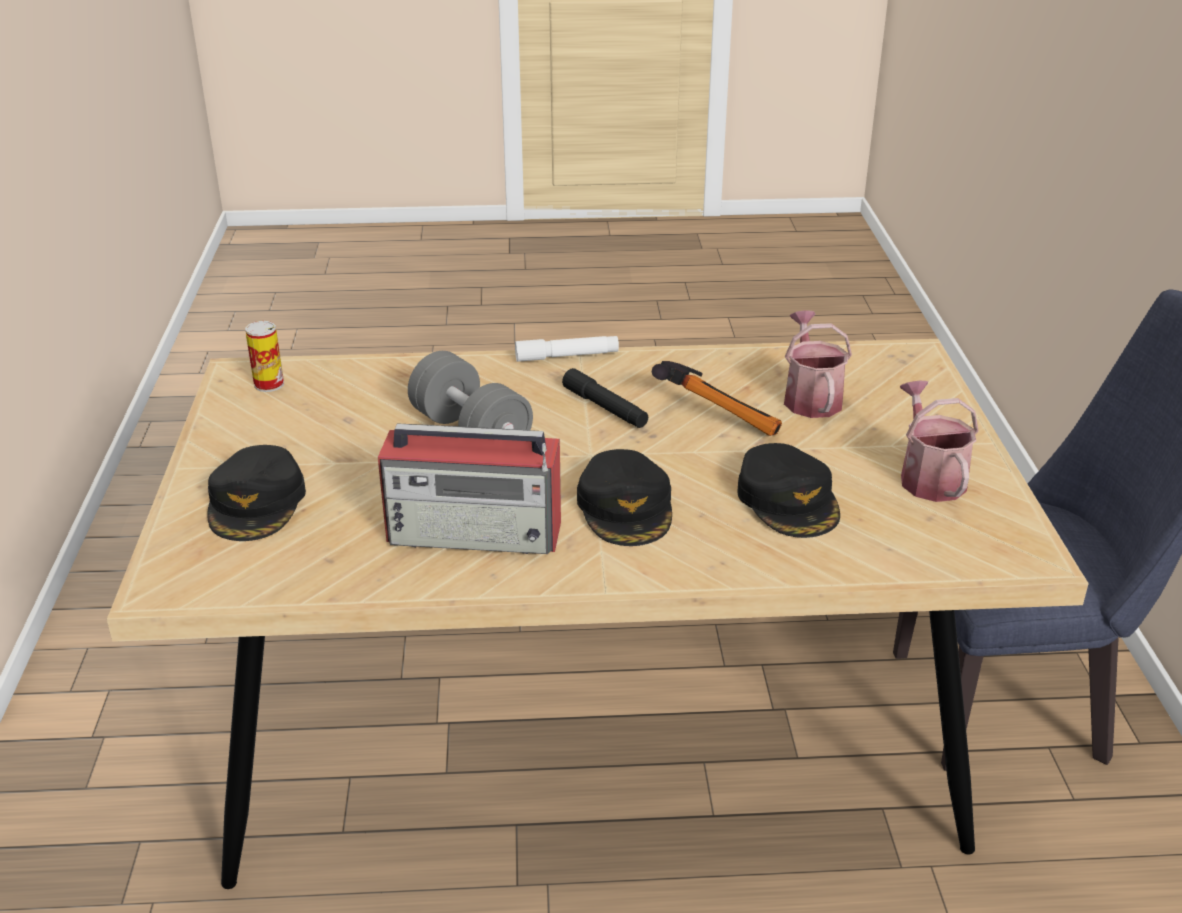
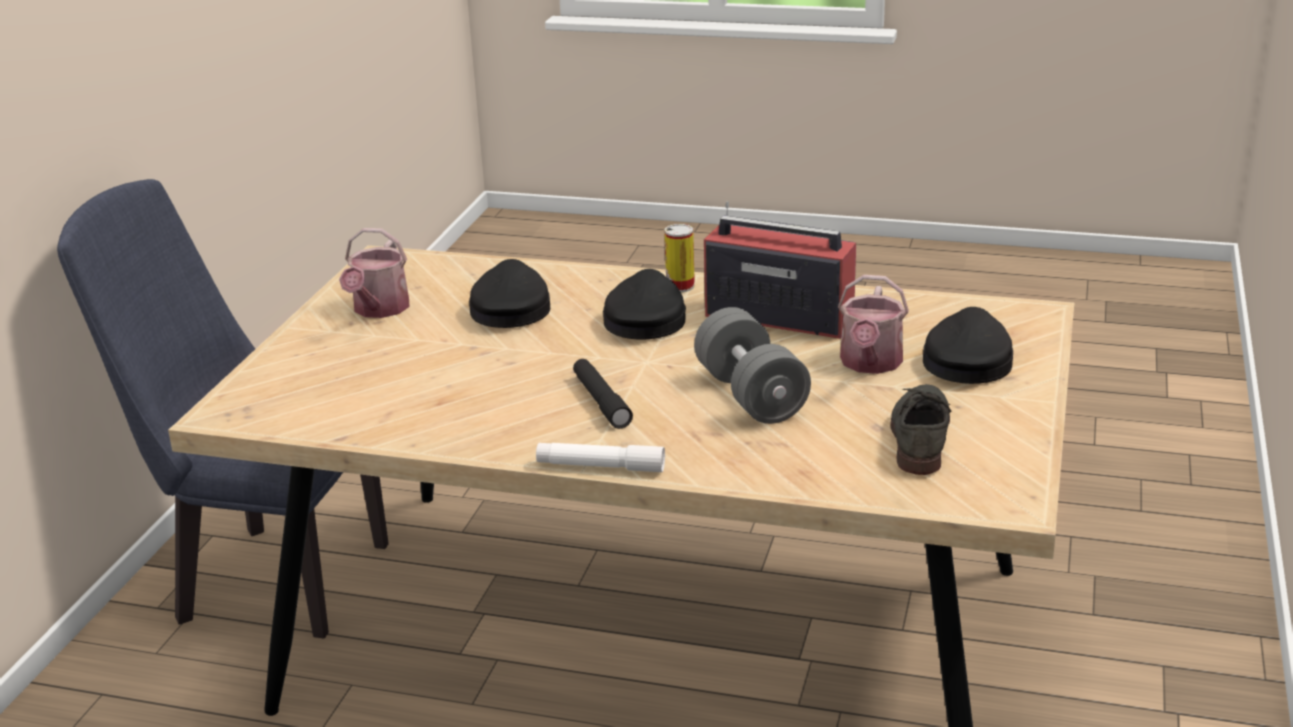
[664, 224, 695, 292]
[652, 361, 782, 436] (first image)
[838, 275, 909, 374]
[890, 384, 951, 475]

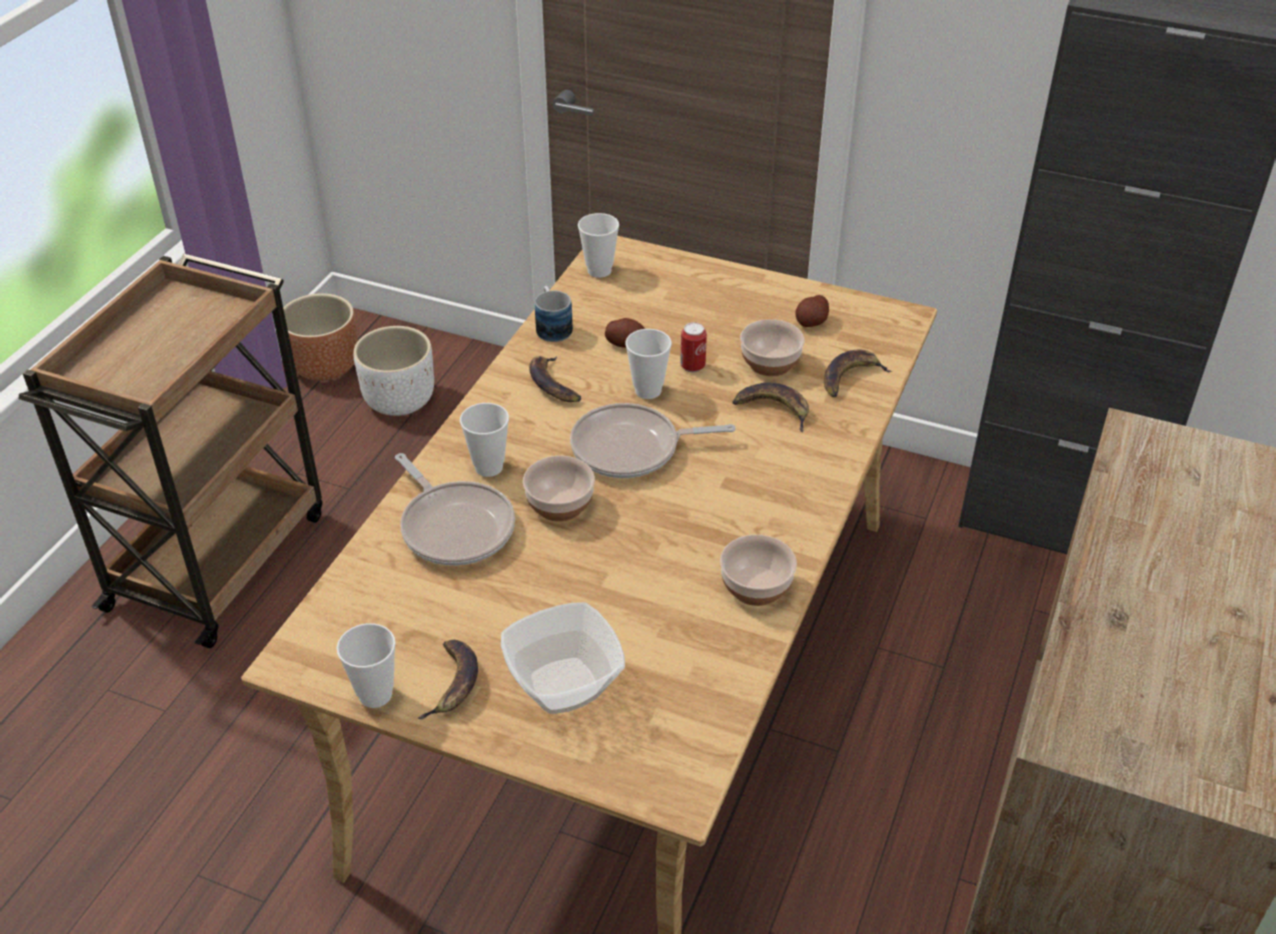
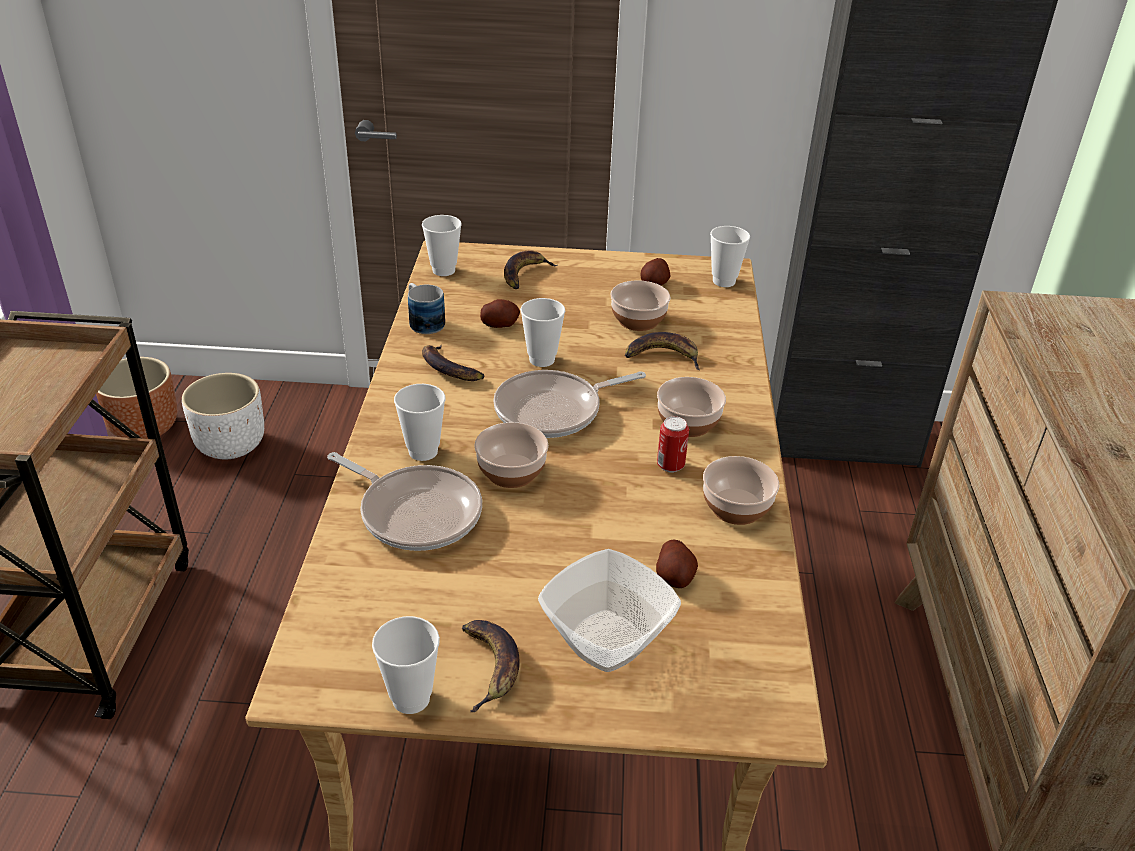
[657, 416, 689, 473]
[504, 251, 557, 289]
[656, 540, 698, 588]
[657, 377, 726, 437]
[710, 226, 750, 287]

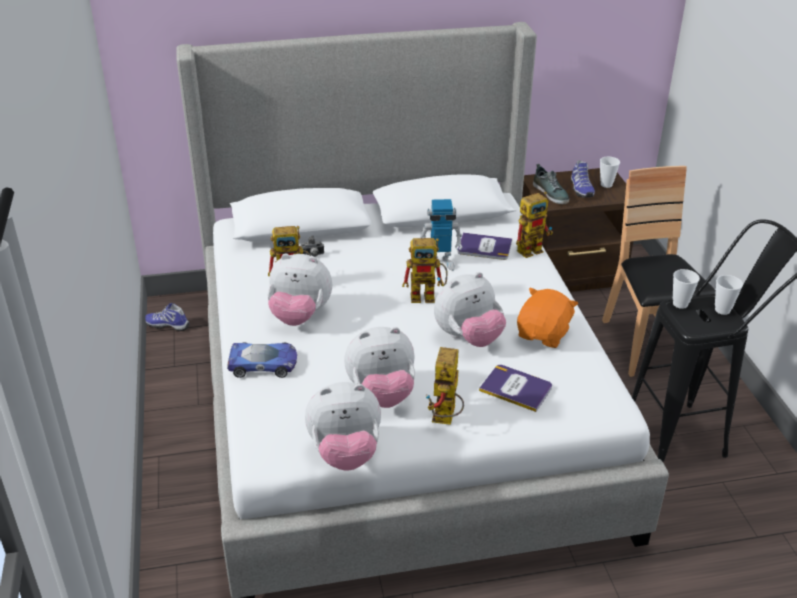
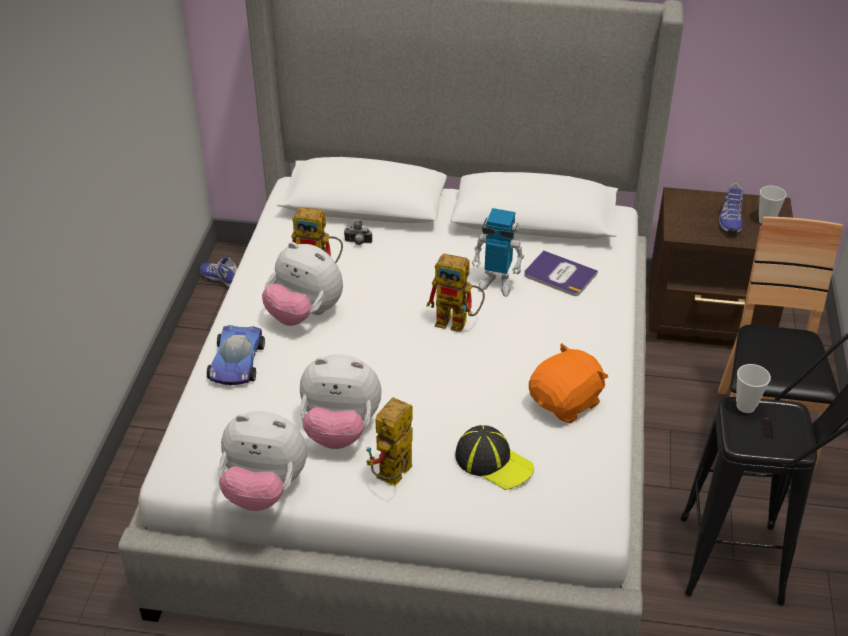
[207, 325, 265, 385]
[434, 272, 506, 347] (first image)
[455, 425, 534, 490]
[516, 192, 553, 258] (first image)
[533, 164, 569, 204] (first image)
[715, 275, 743, 315] (first image)

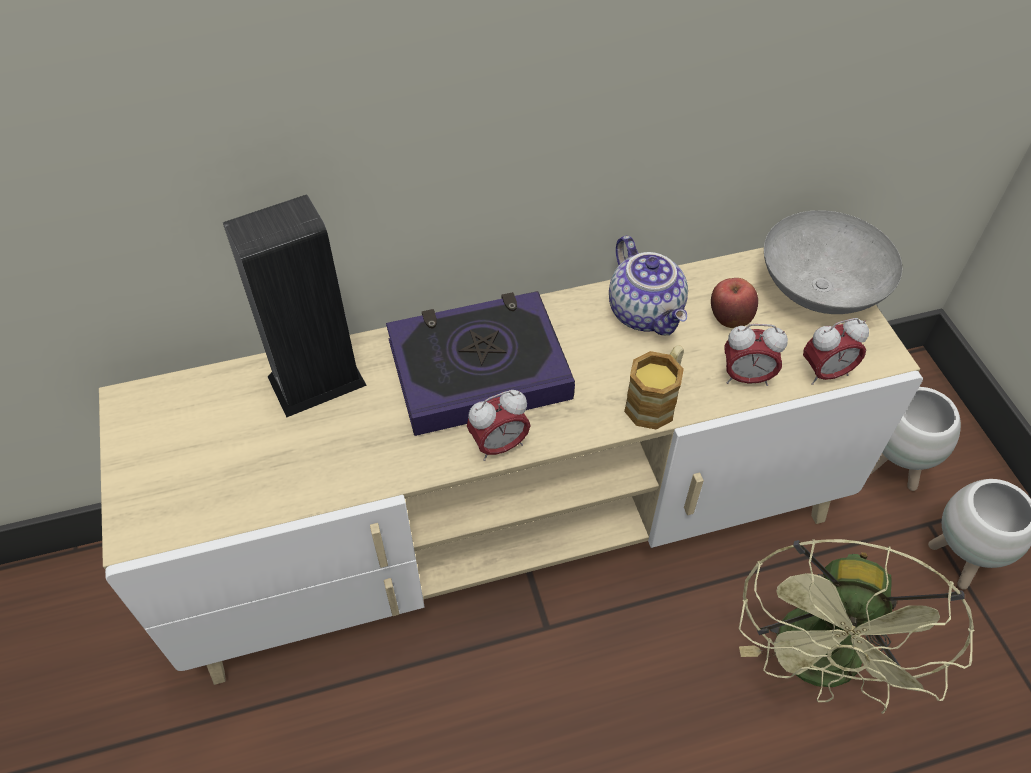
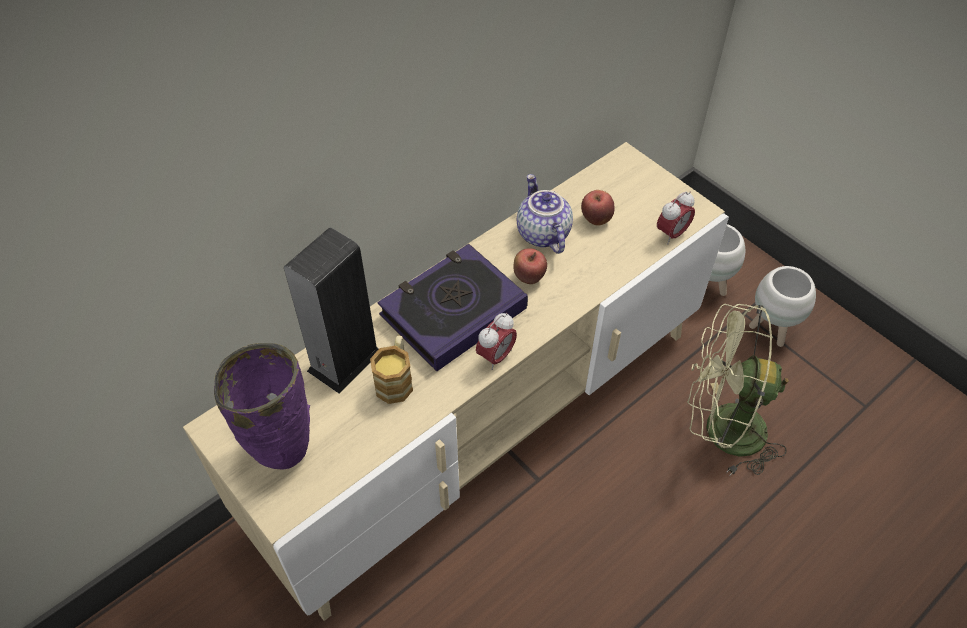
[516, 174, 573, 254]
[370, 336, 413, 404]
[724, 324, 788, 386] (first image)
[687, 304, 789, 476]
[764, 210, 902, 314] (first image)
[214, 343, 310, 470]
[513, 248, 547, 284]

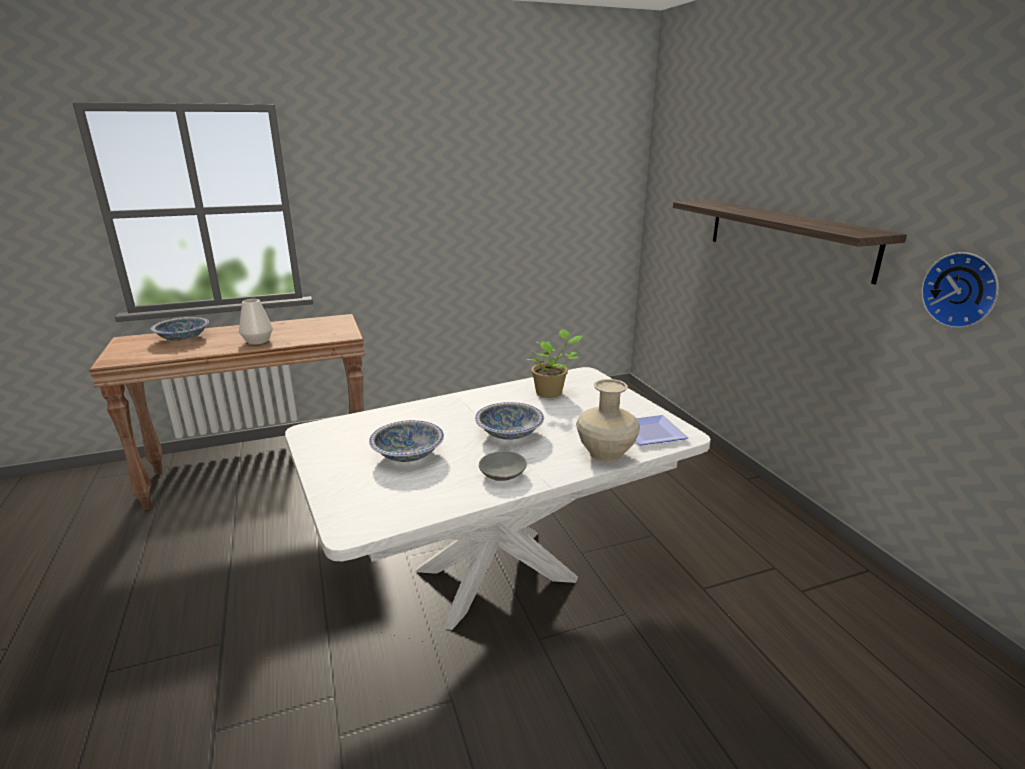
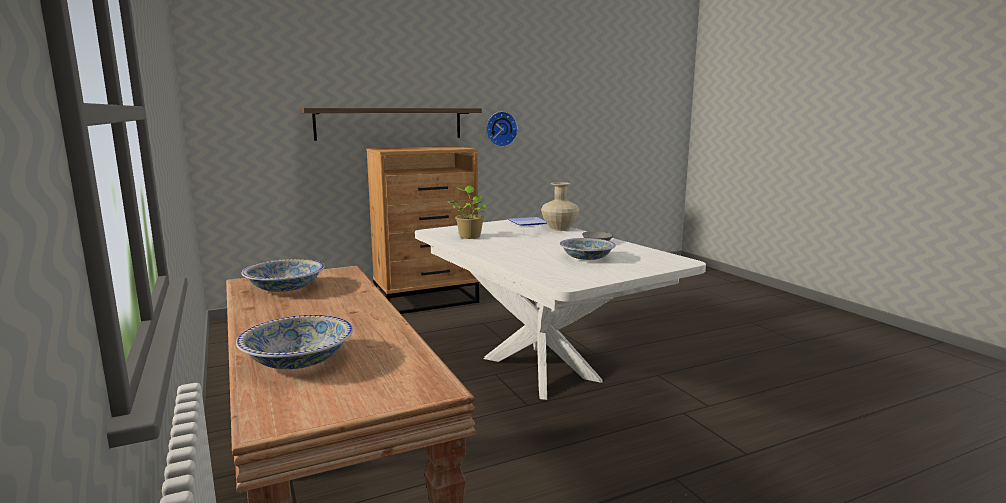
[239, 299, 273, 345] (first image)
[241, 259, 325, 292]
[366, 146, 479, 314]

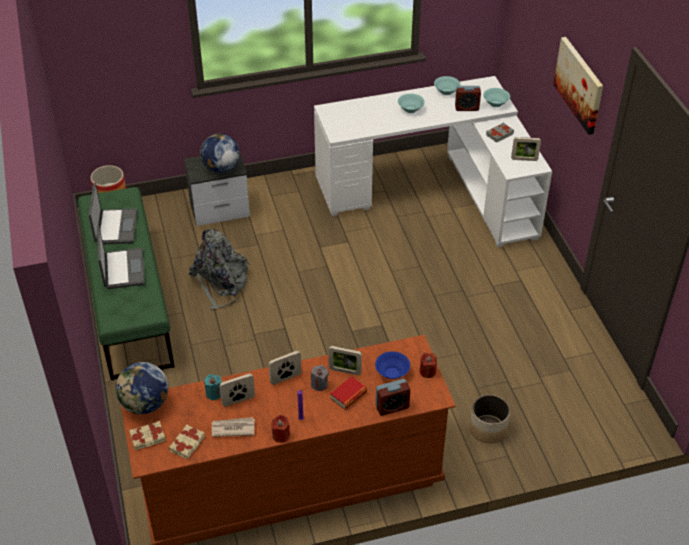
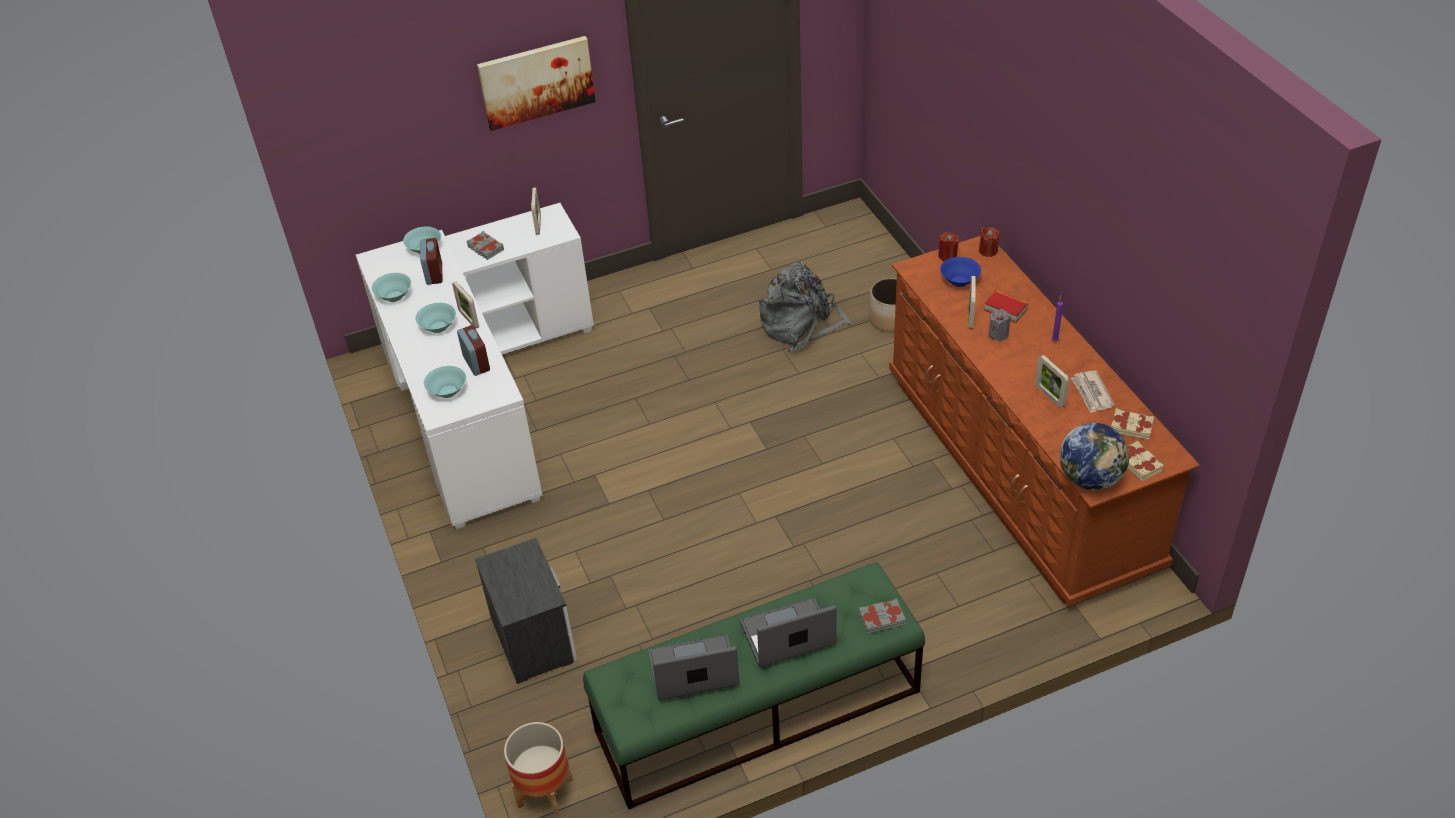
[759, 262, 852, 352]
[200, 134, 240, 173] (first image)
[204, 374, 222, 400] (first image)
[452, 282, 479, 329]
[979, 227, 999, 257]
[457, 325, 490, 376]
[424, 366, 466, 398]
[859, 599, 906, 634]

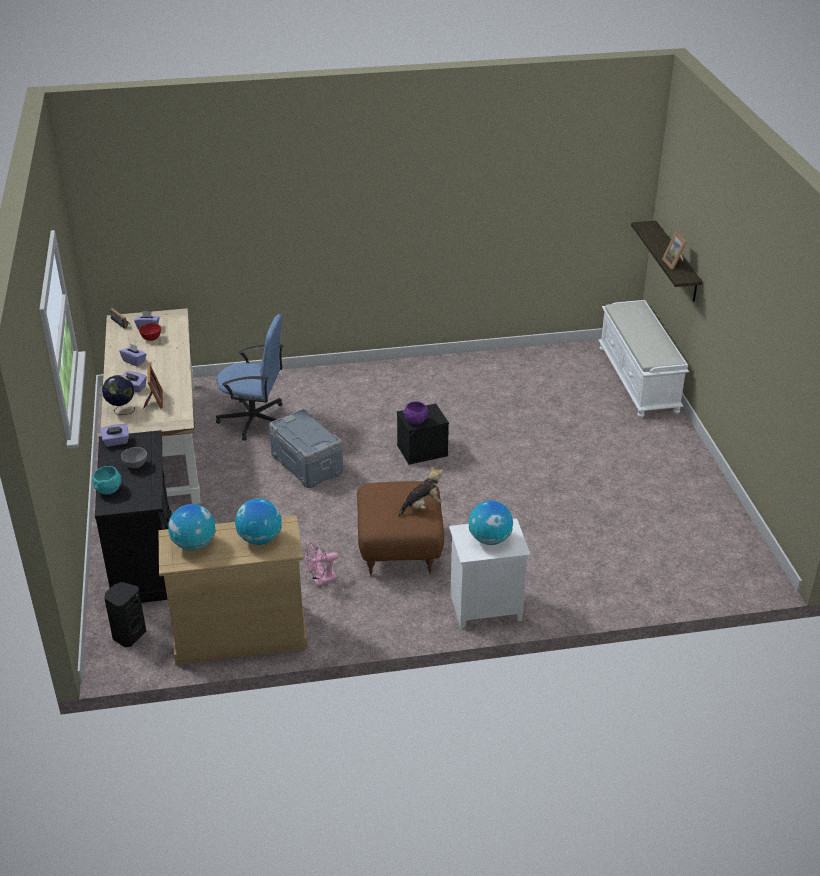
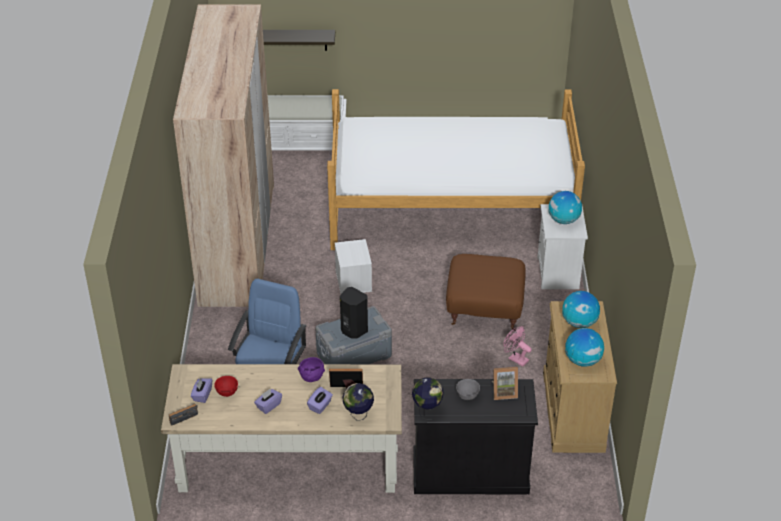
[92, 466, 121, 495] (first image)
[412, 377, 444, 420]
[340, 287, 368, 339]
[503, 326, 532, 367]
[335, 239, 372, 294]
[398, 466, 443, 517] (first image)
[298, 357, 325, 382]
[492, 367, 518, 400]
[173, 5, 274, 307]
[327, 89, 585, 250]

